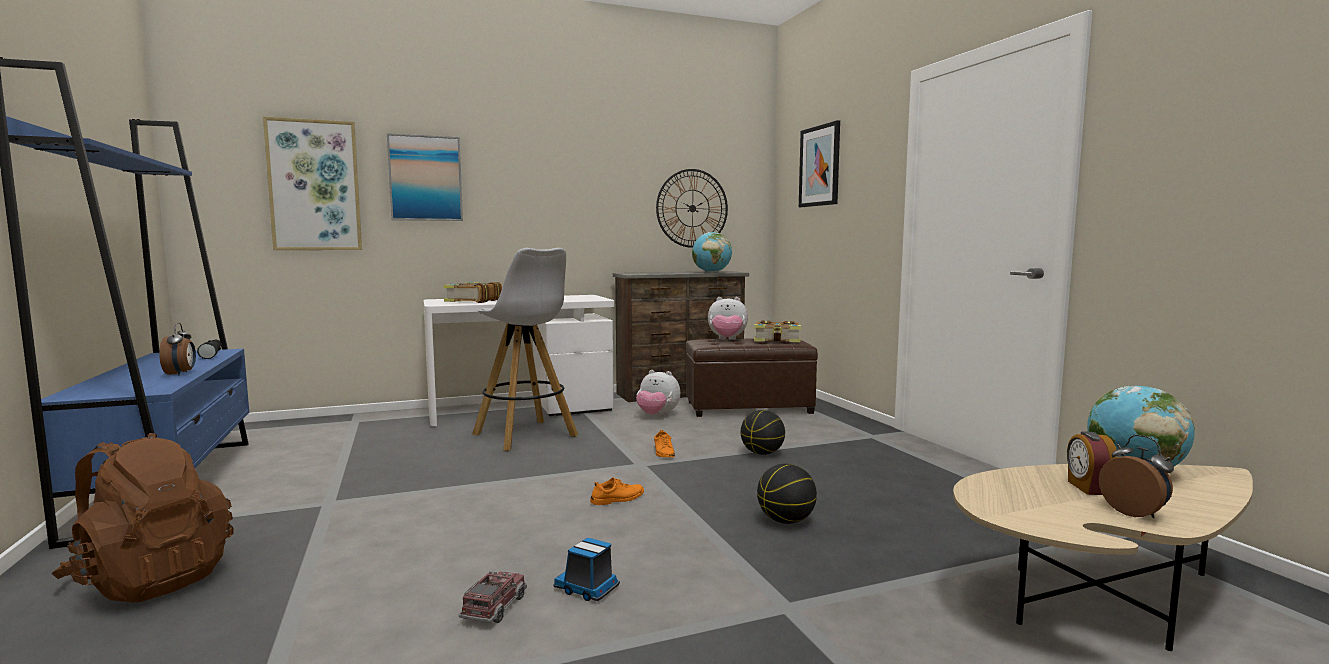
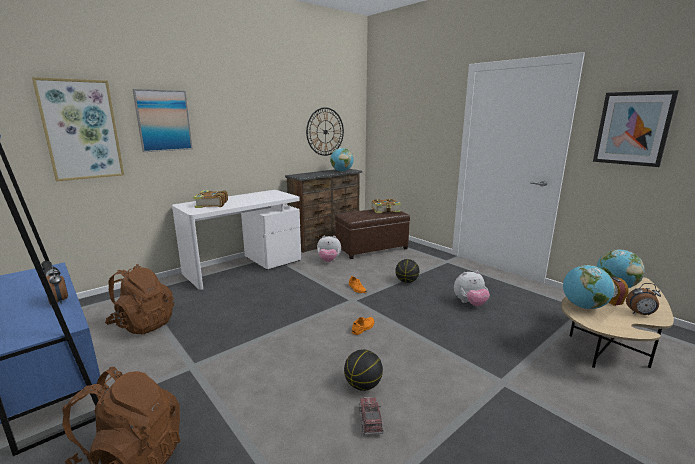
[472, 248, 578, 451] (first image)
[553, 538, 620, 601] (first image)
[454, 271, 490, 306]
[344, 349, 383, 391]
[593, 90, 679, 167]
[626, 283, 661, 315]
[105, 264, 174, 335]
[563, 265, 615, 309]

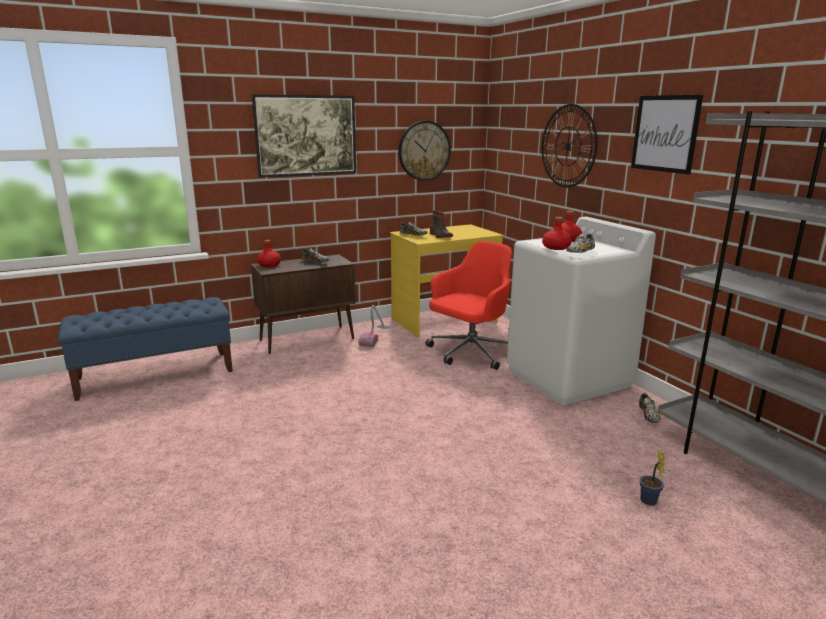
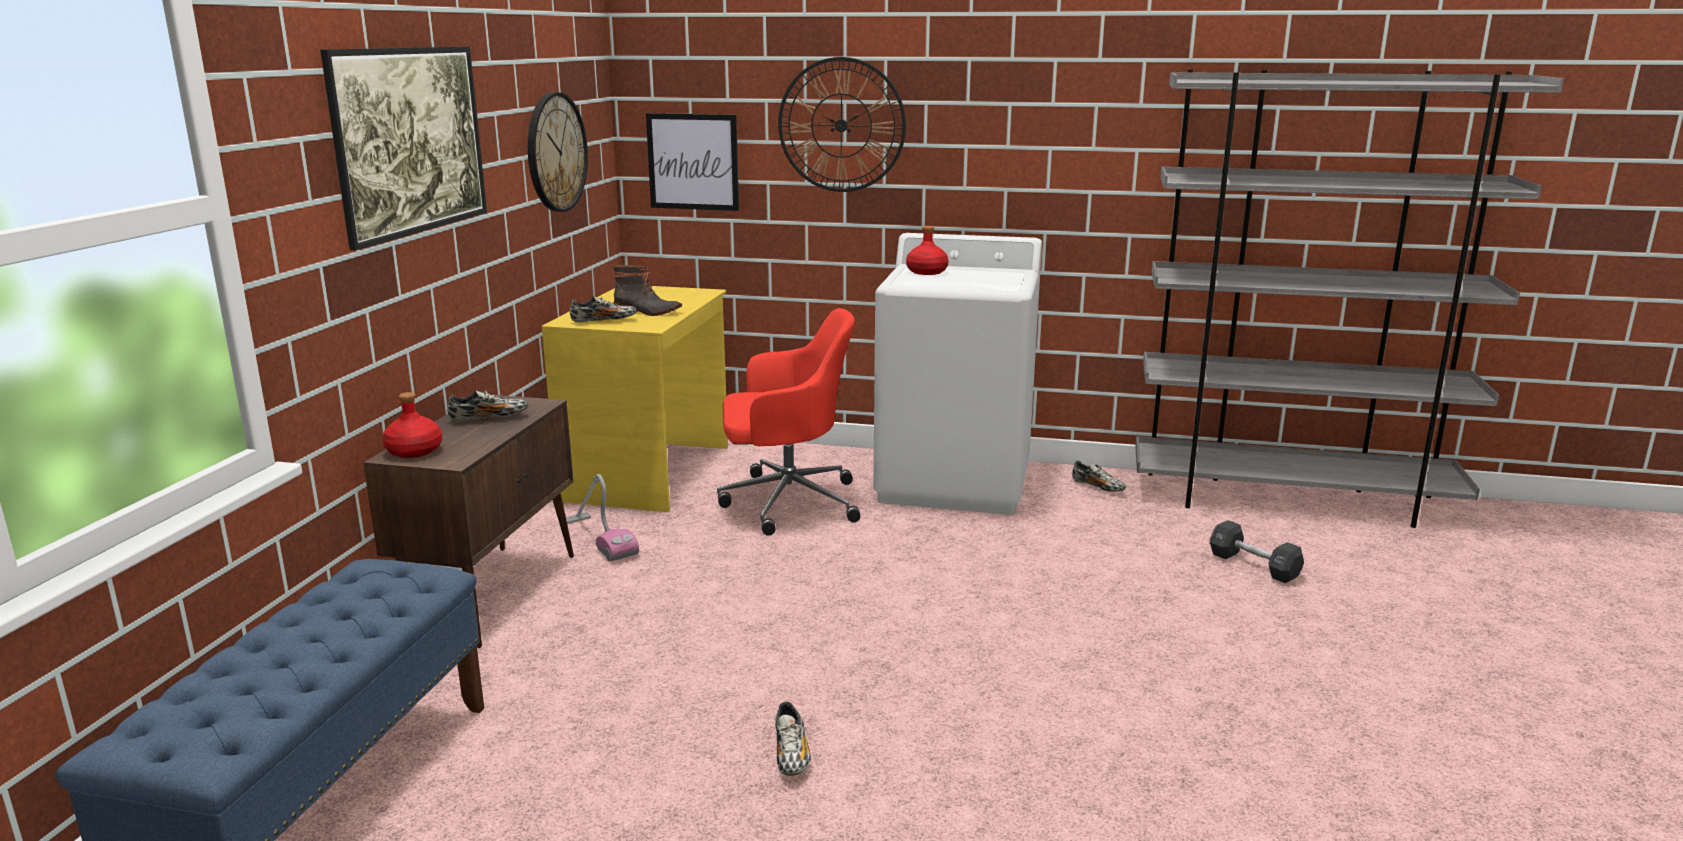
[717, 308, 860, 536]
[542, 217, 572, 250] (first image)
[775, 702, 811, 776]
[646, 113, 739, 211]
[1210, 520, 1304, 583]

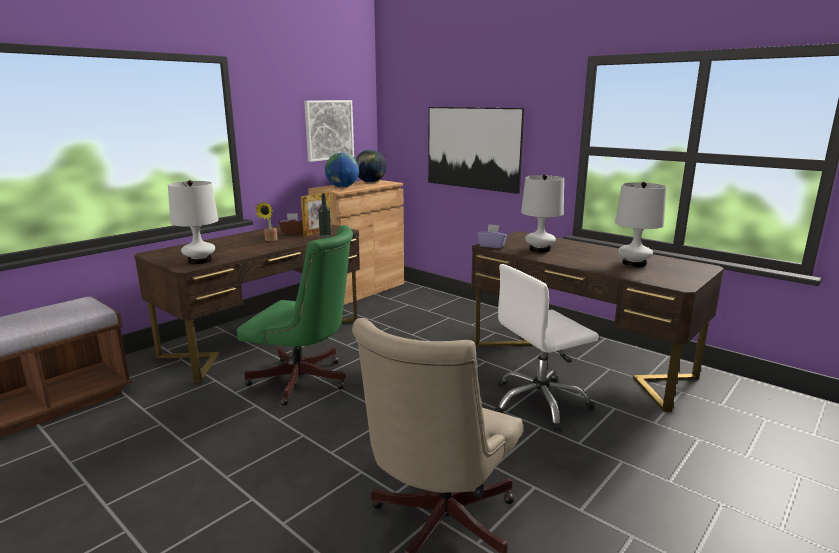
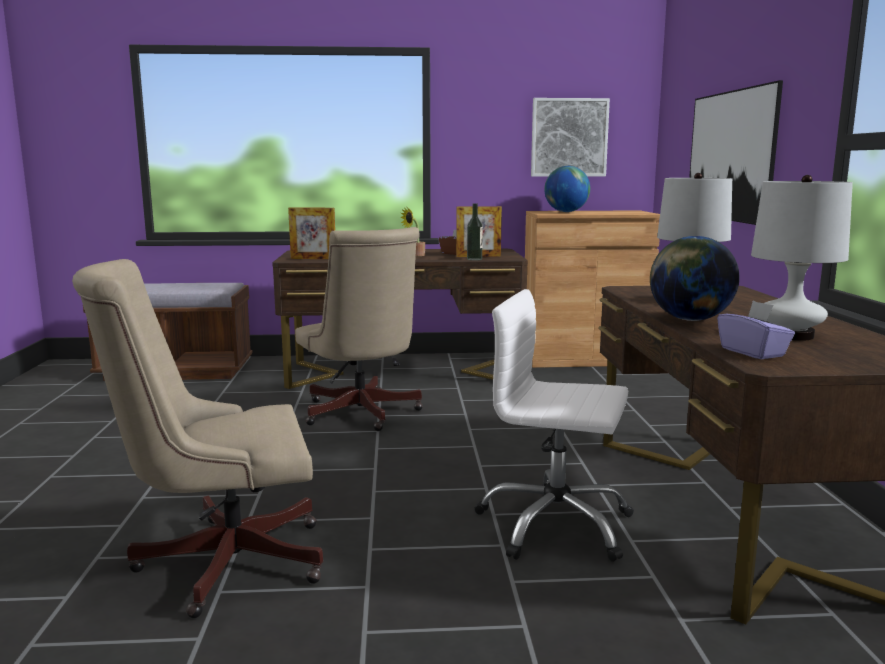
[288, 207, 335, 259]
[295, 227, 423, 431]
[650, 236, 740, 321]
[717, 301, 795, 359]

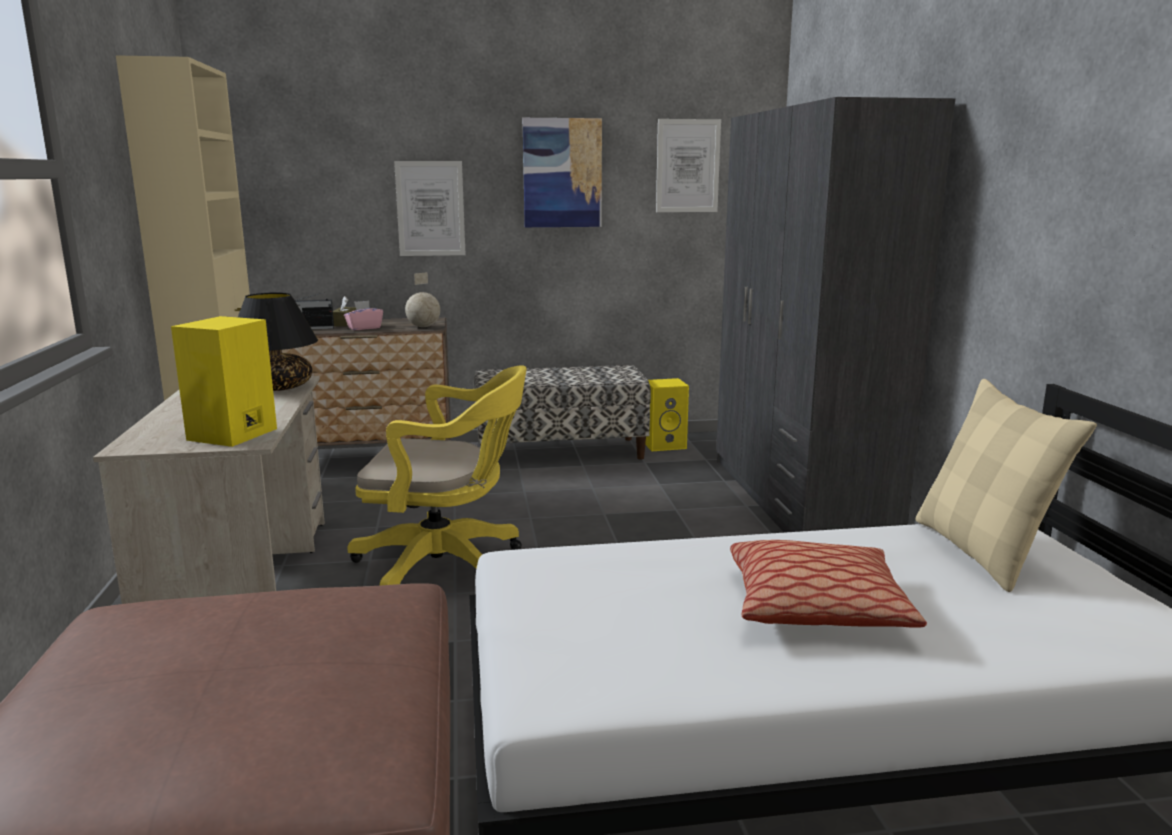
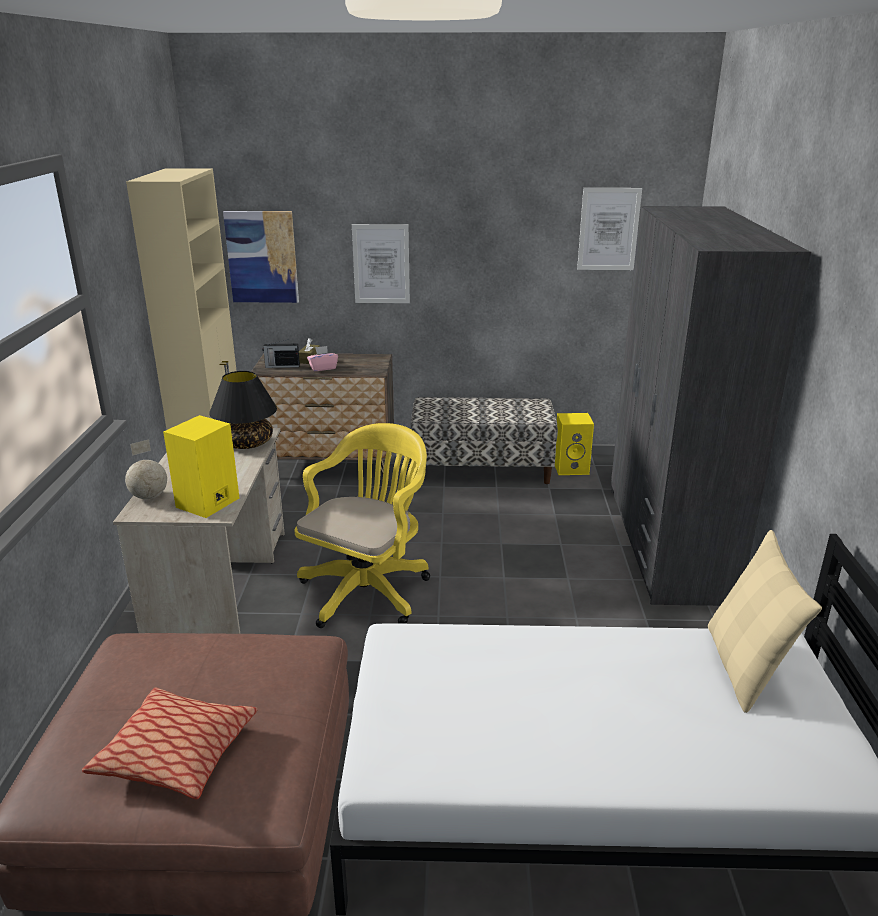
[294, 423, 430, 628]
[125, 439, 167, 499]
[223, 211, 299, 303]
[82, 688, 258, 799]

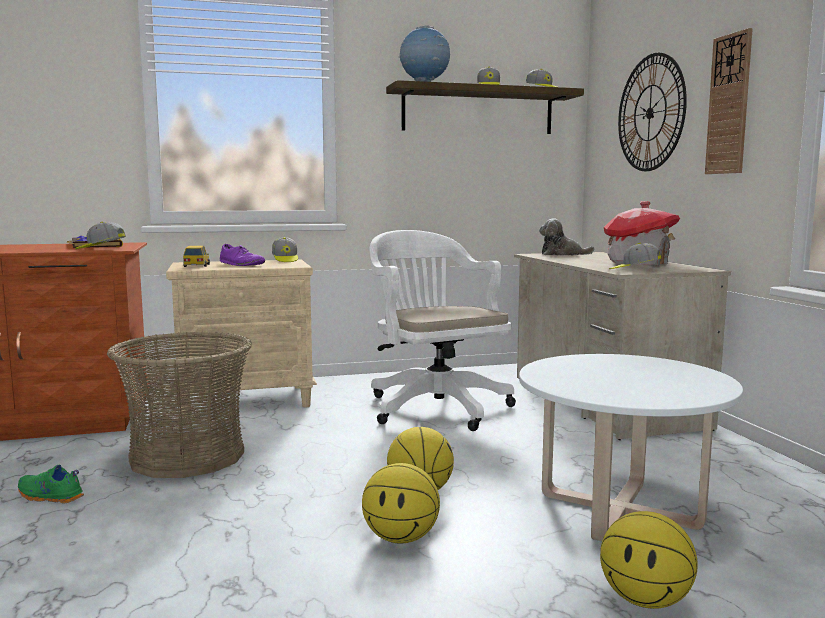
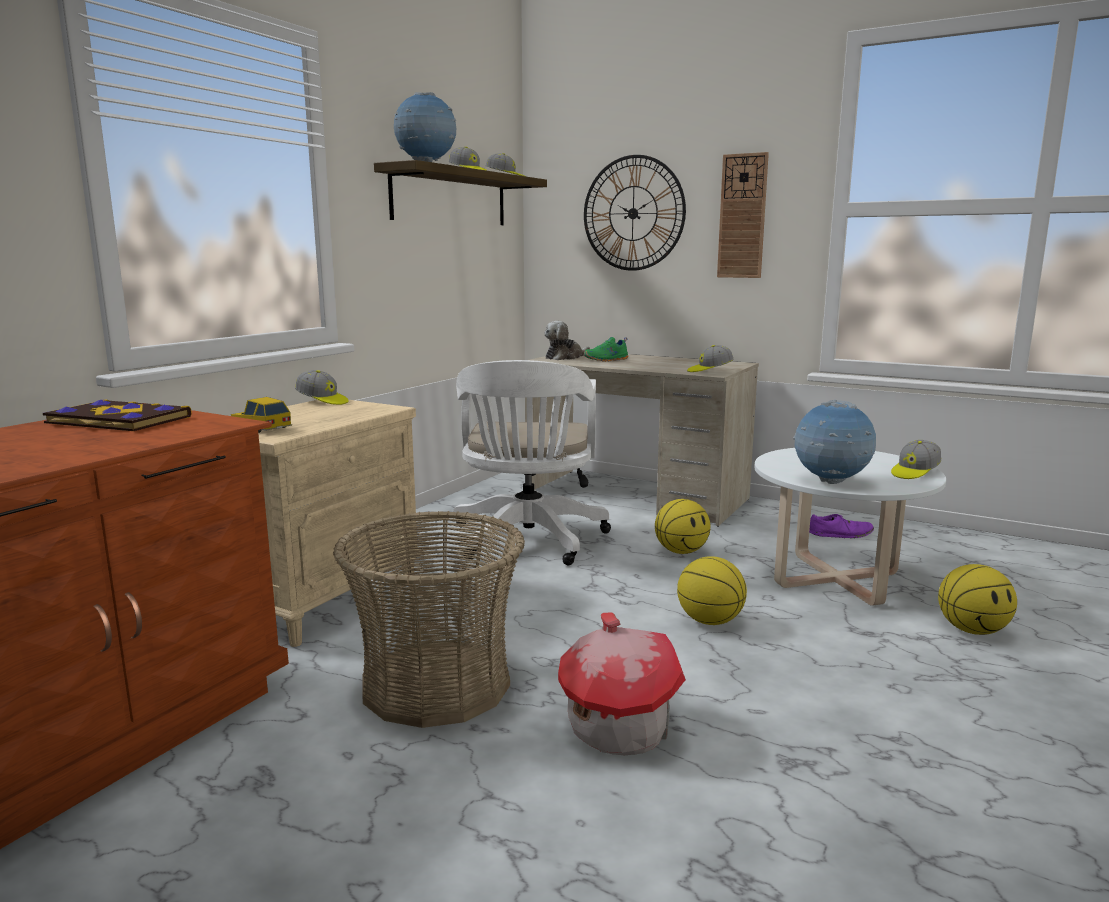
[584, 337, 628, 362]
[891, 440, 941, 479]
[809, 514, 874, 538]
[655, 499, 711, 554]
[453, 360, 611, 565]
[558, 612, 686, 755]
[793, 400, 876, 484]

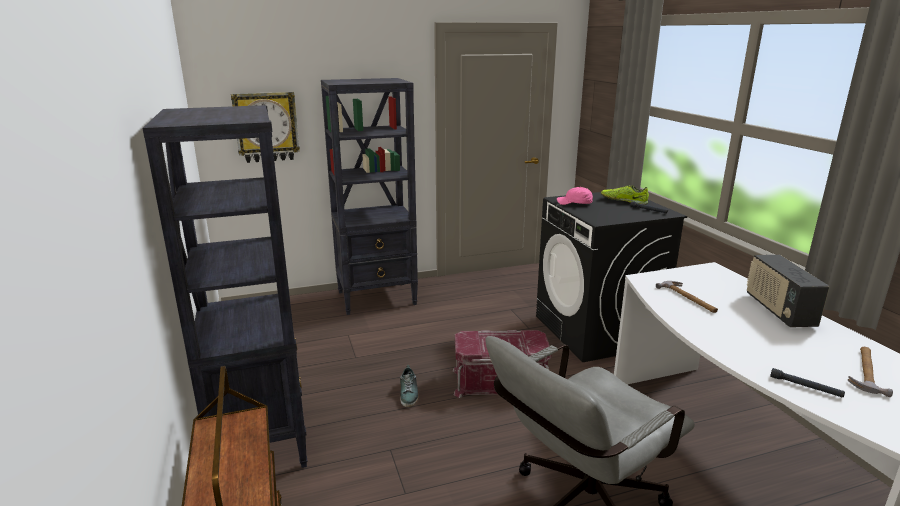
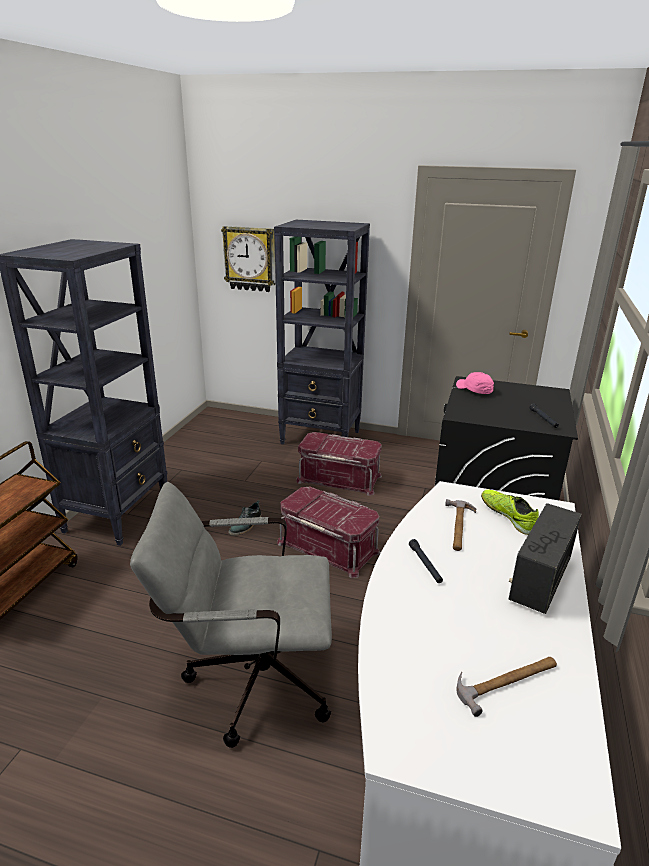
[481, 489, 539, 535]
[409, 539, 443, 583]
[296, 432, 382, 496]

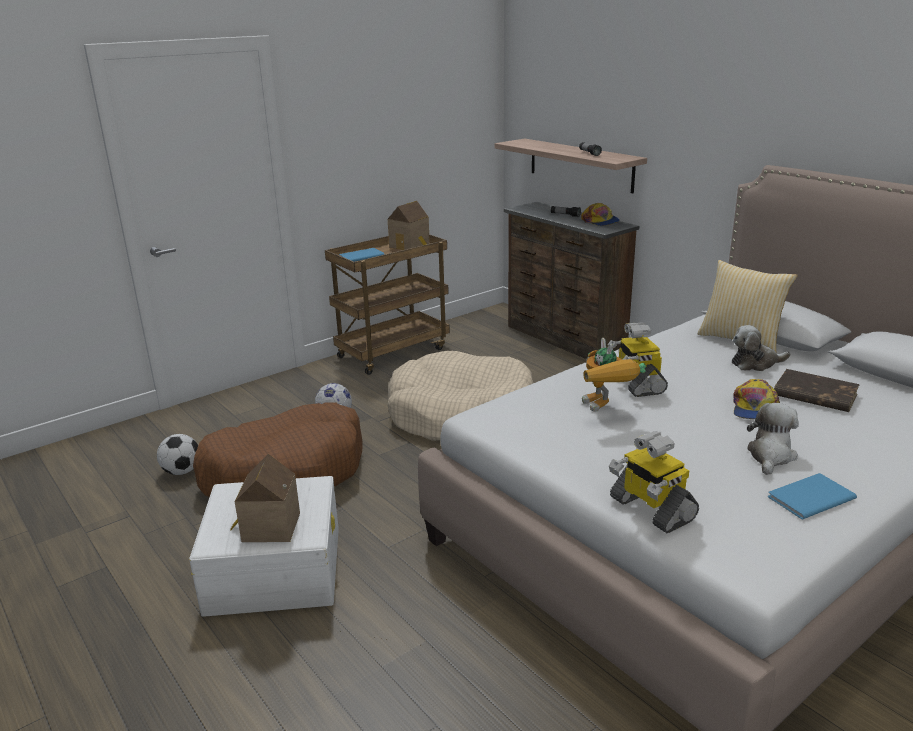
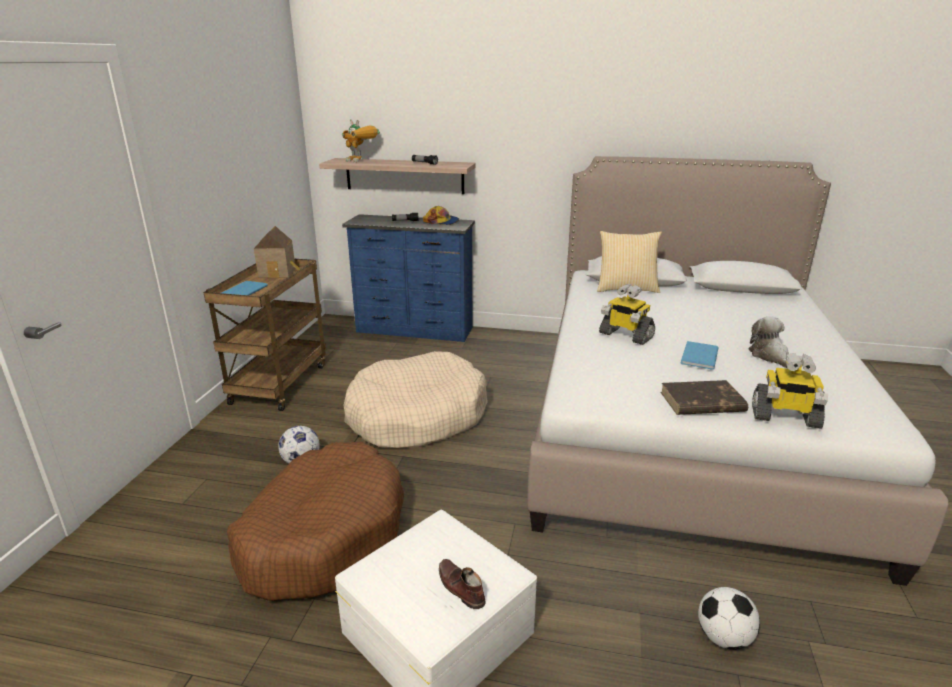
[698, 587, 760, 650]
[439, 559, 486, 609]
[342, 214, 475, 342]
[342, 119, 380, 163]
[732, 325, 790, 371] (first image)
[733, 379, 780, 419] (first image)
[680, 341, 719, 370]
[660, 380, 748, 415]

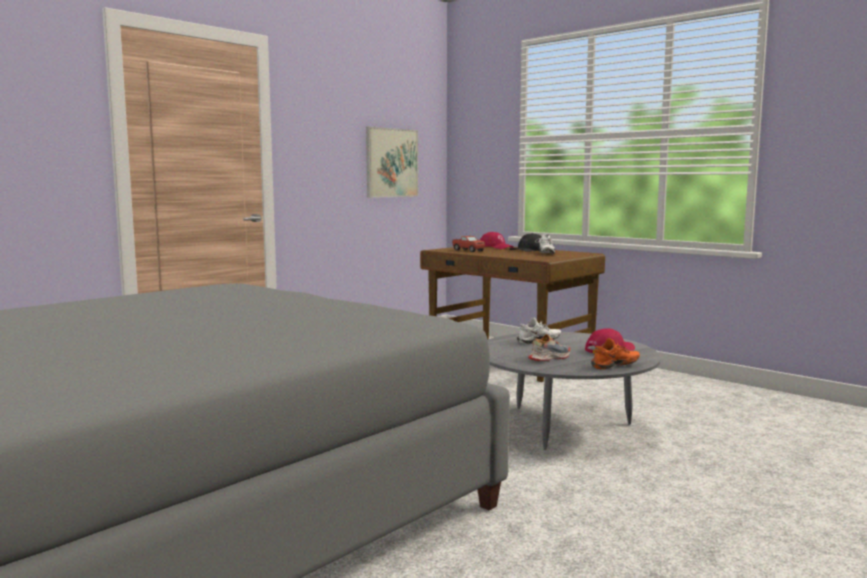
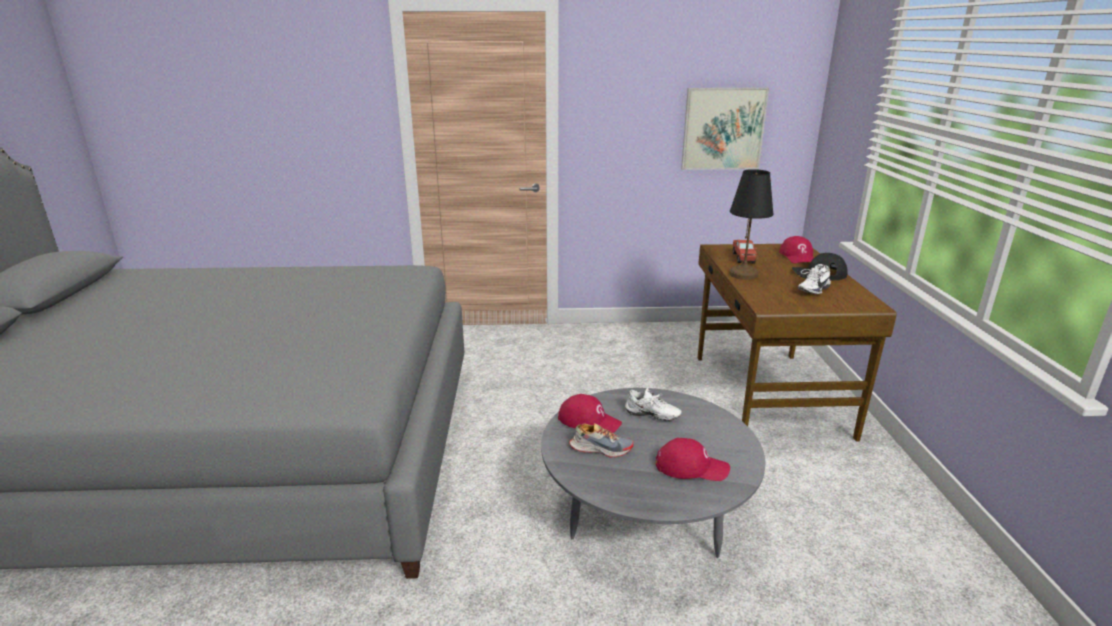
[591, 338, 640, 370] (first image)
[558, 394, 622, 433]
[729, 169, 774, 280]

